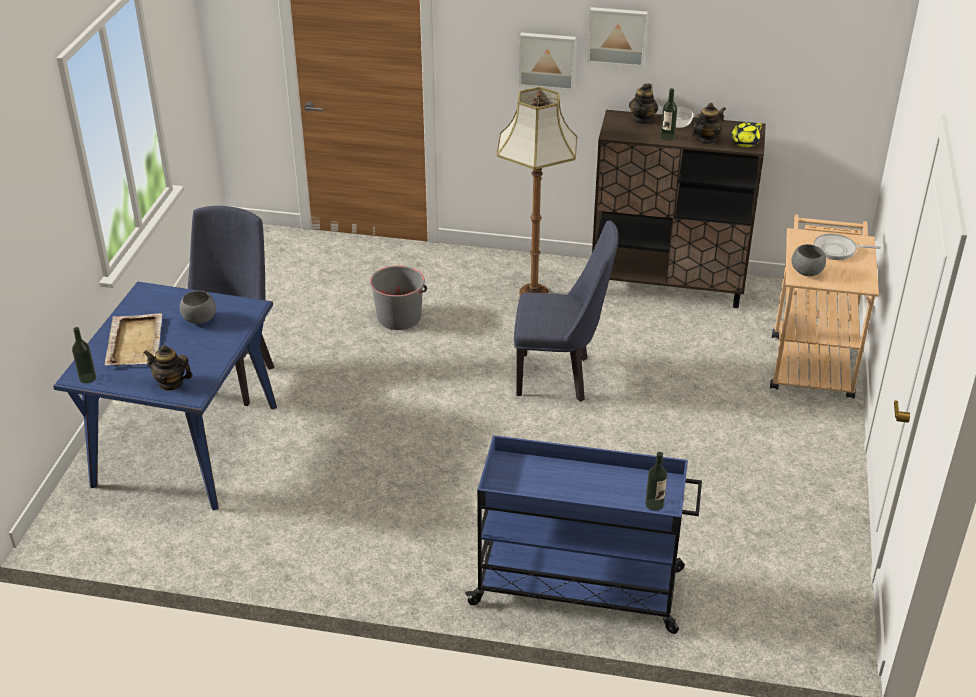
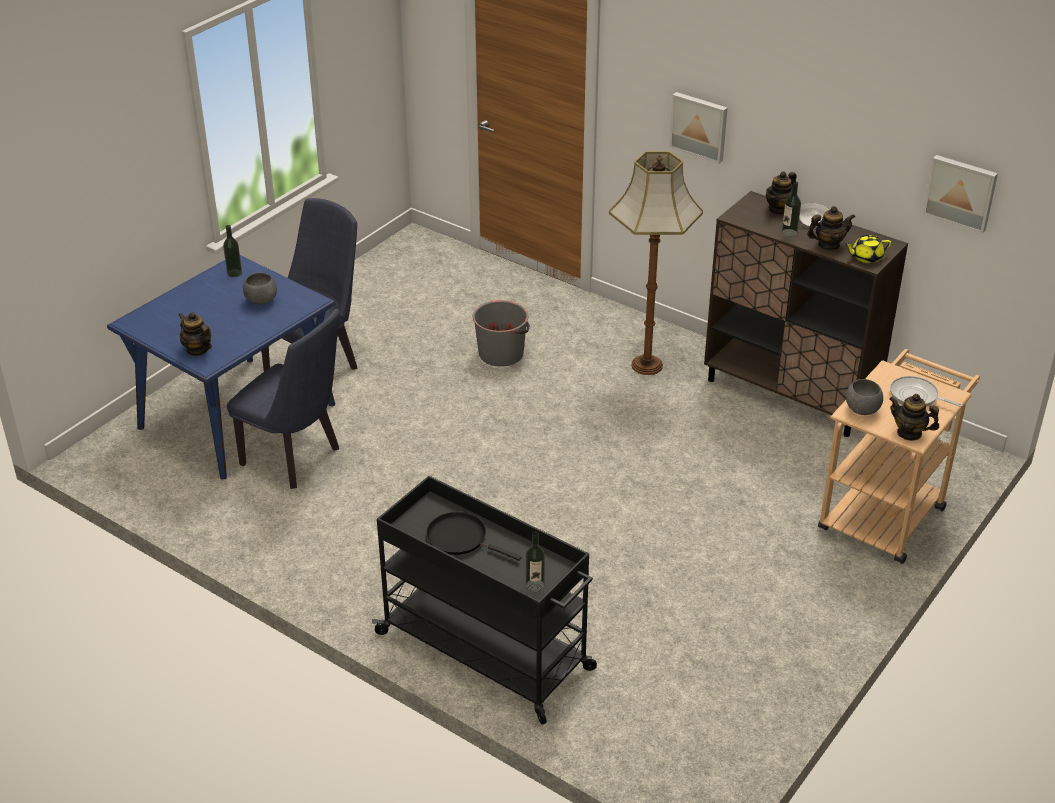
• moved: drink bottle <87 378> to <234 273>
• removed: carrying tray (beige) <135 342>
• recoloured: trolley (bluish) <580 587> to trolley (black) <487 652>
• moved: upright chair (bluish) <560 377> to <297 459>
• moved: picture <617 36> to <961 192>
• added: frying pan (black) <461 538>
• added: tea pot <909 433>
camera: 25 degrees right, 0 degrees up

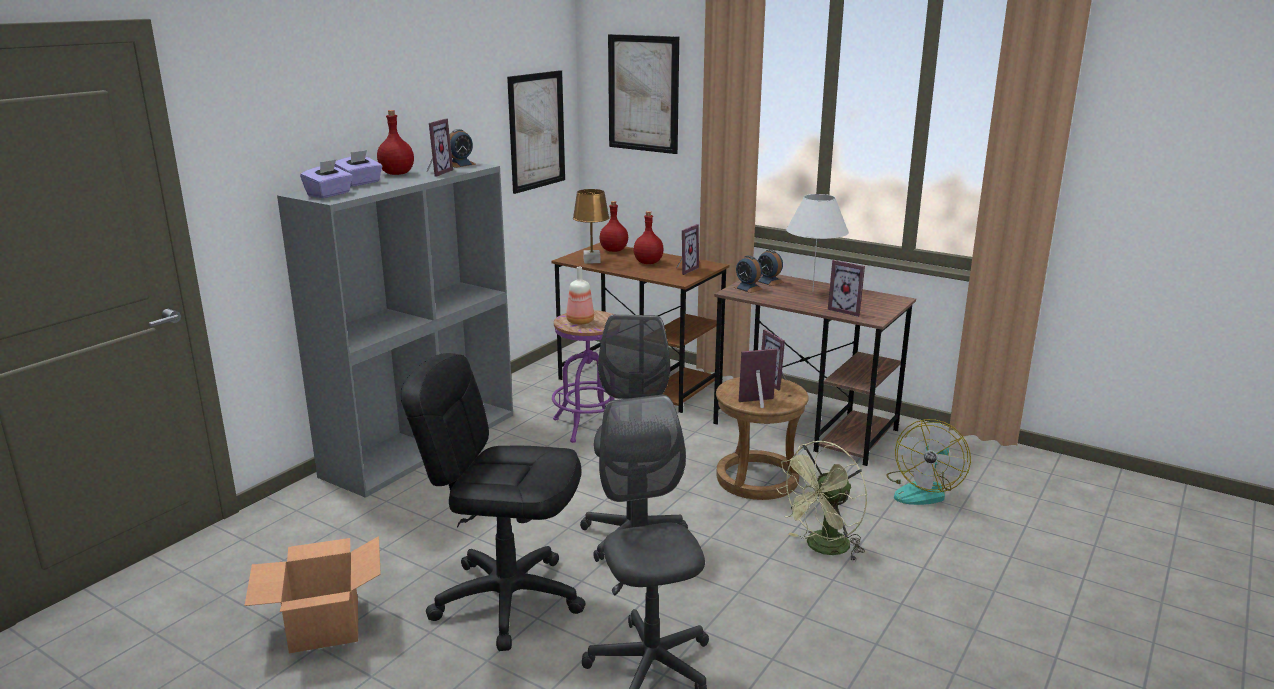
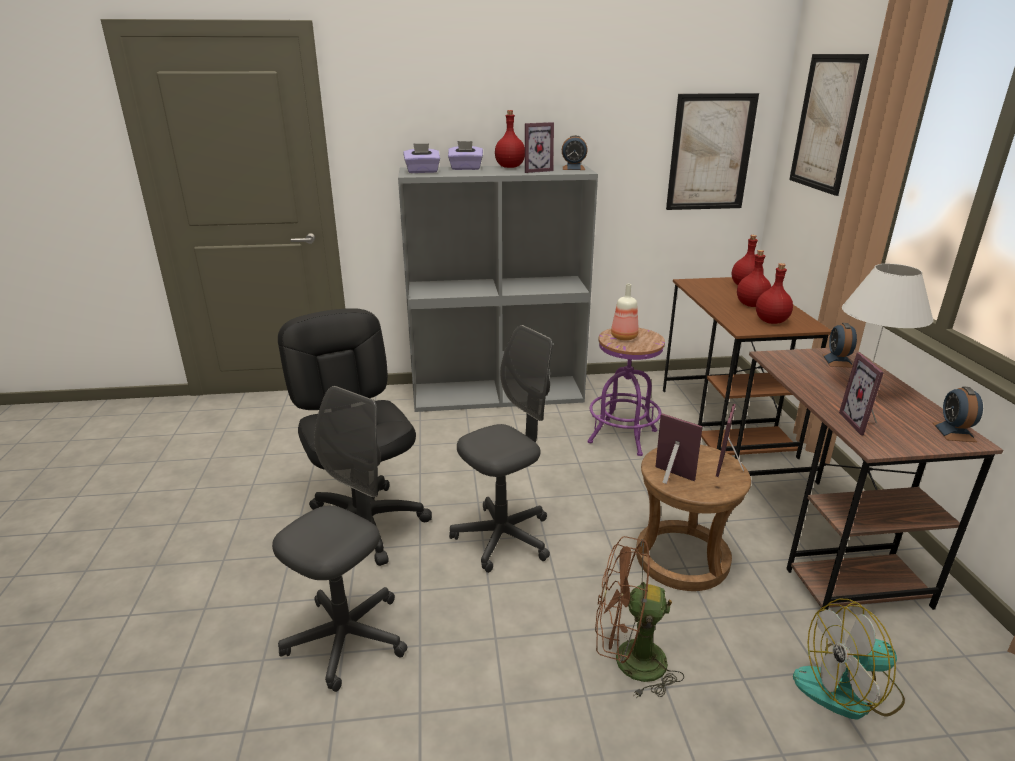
• removed: packing box <325 626>
• removed: tabletop lamp (brownish) <592 261>
• replaced: picture frame <684 270> to drink bottle (red-coloured) <771 321>
• moved: table clock <748 288> to <954 432>
• recoloured: fan (greenish) <823 548> to fan (brownish) <628 661>
camera: 50 degrees right, 5 degrees up

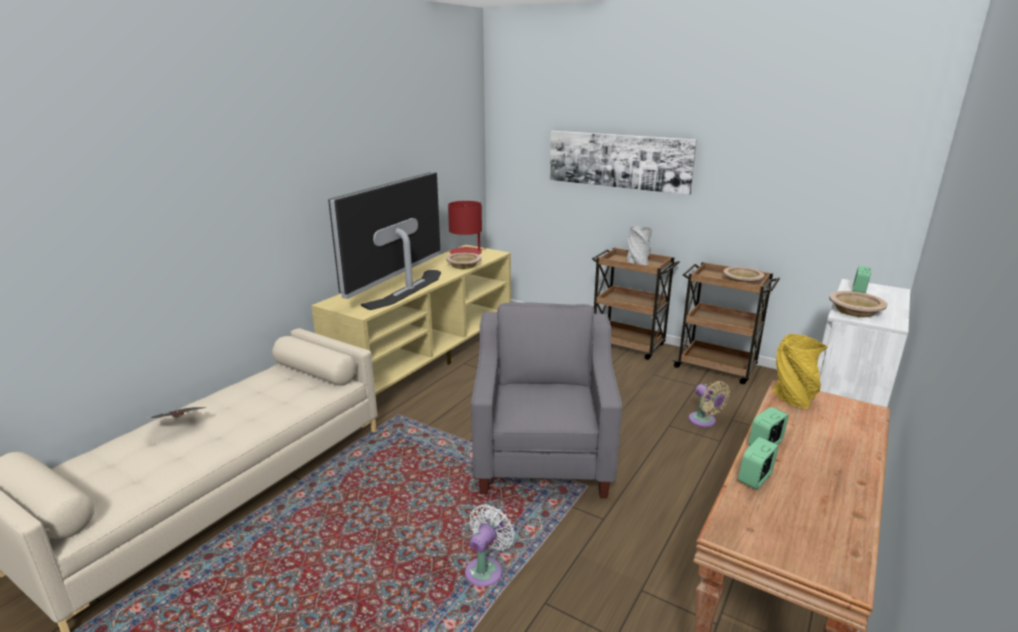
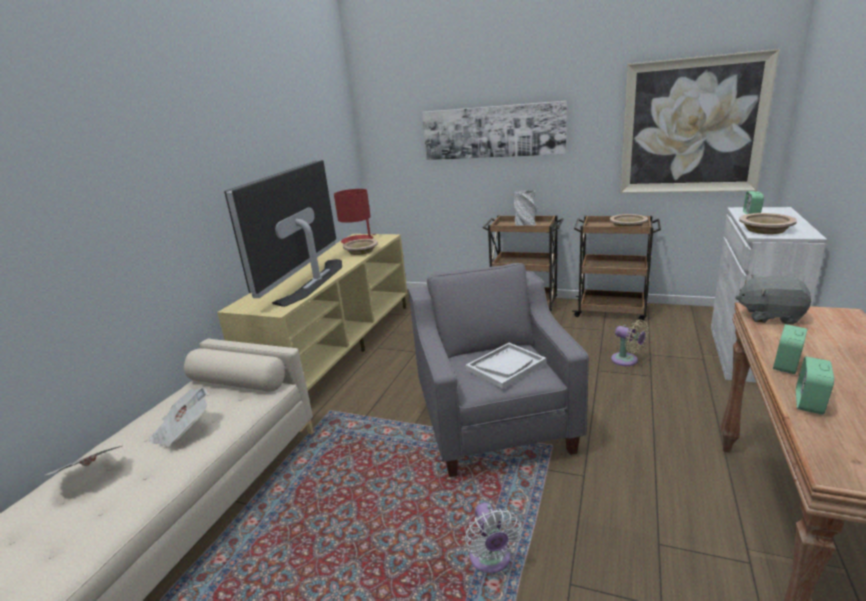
• turned: fan (white) <486 569> = <491 560> 150 degrees clockwise
• replaced: decorative vase (yellow) <793 398> to plush toy (grey) <770 316>
• added: newspaper <183 431>
• added: carrying tray (white) <506 366>
• added: picture <692 127>
camera: 10 degrees left, 0 degrees up

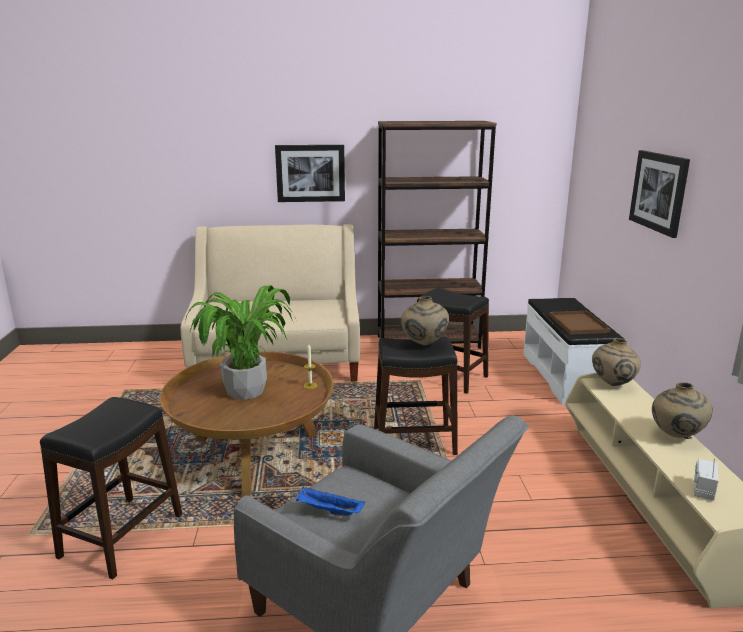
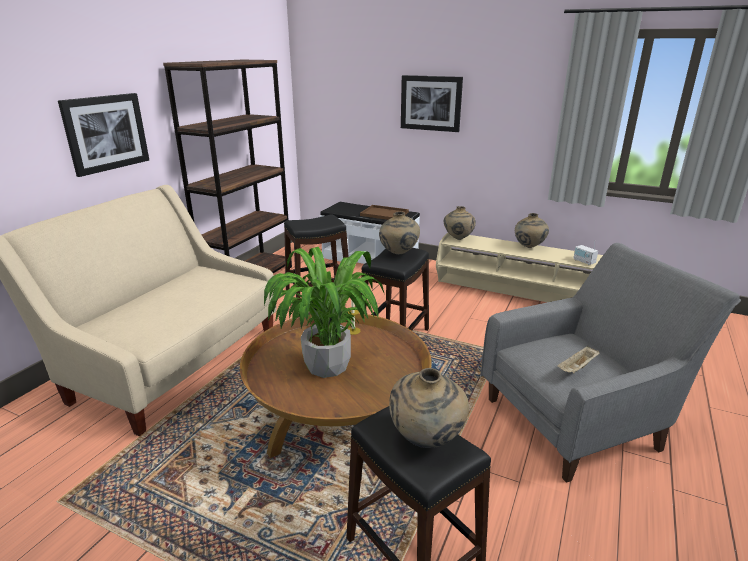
• recoloured: carrying tray (bluish) <328 511> to carrying tray (beige) <577 368>
• added: decorative vase (beige) <426 440>
camera: 60 degrees left, 5 degrees up

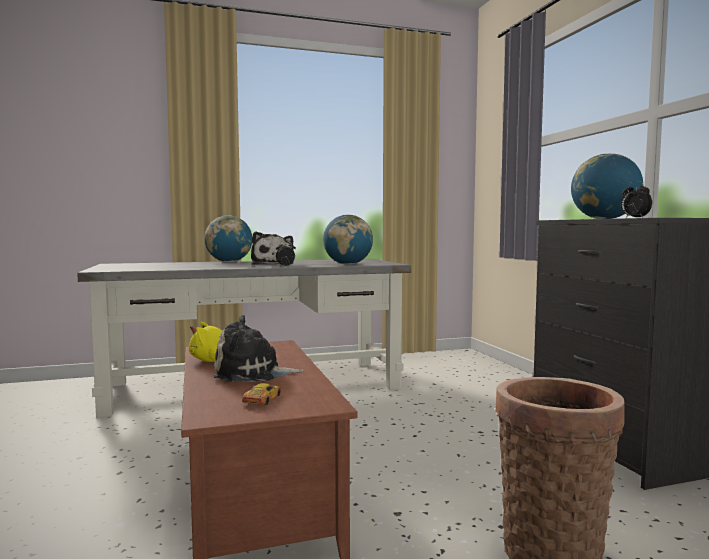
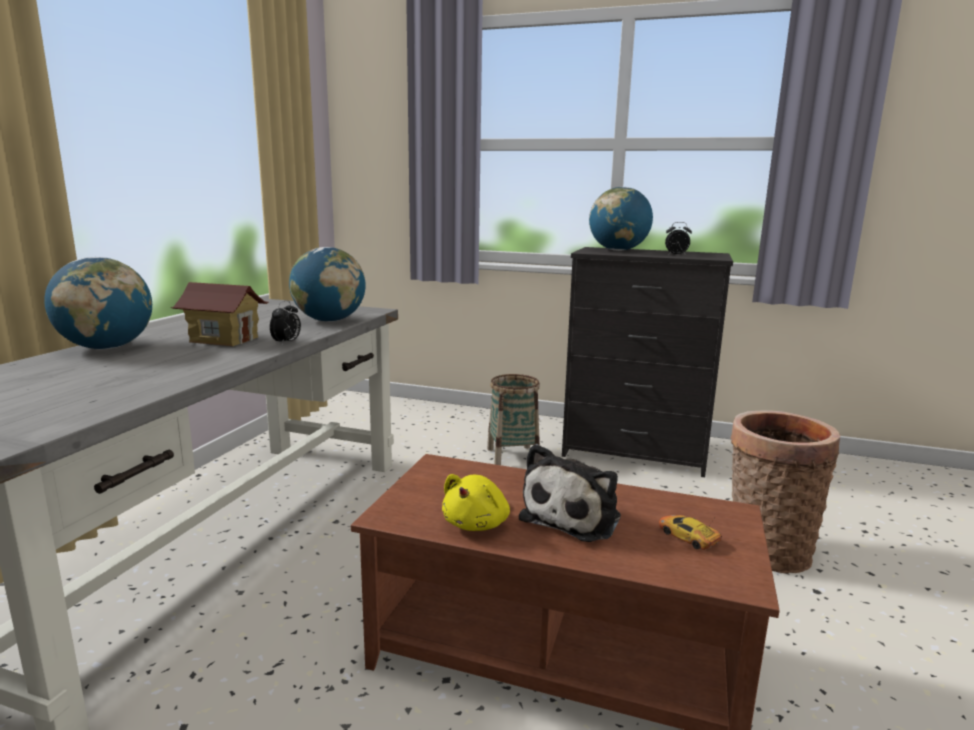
• replaced: plush toy <272 264> to toy house <224 340>
• added: storage basket <512 456>
camera: 55 degrees left, 10 degrees up

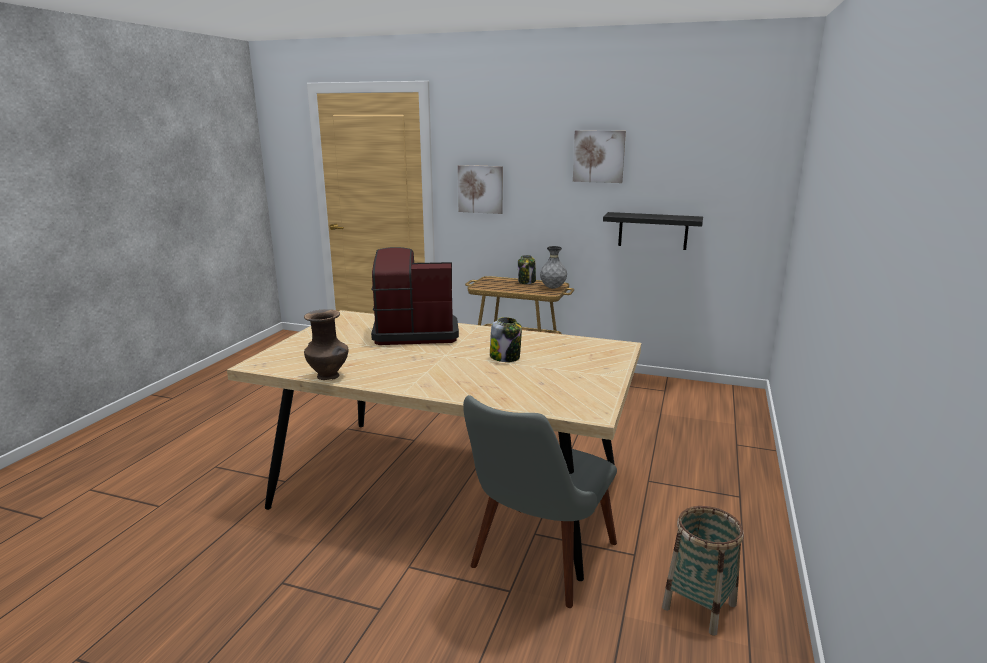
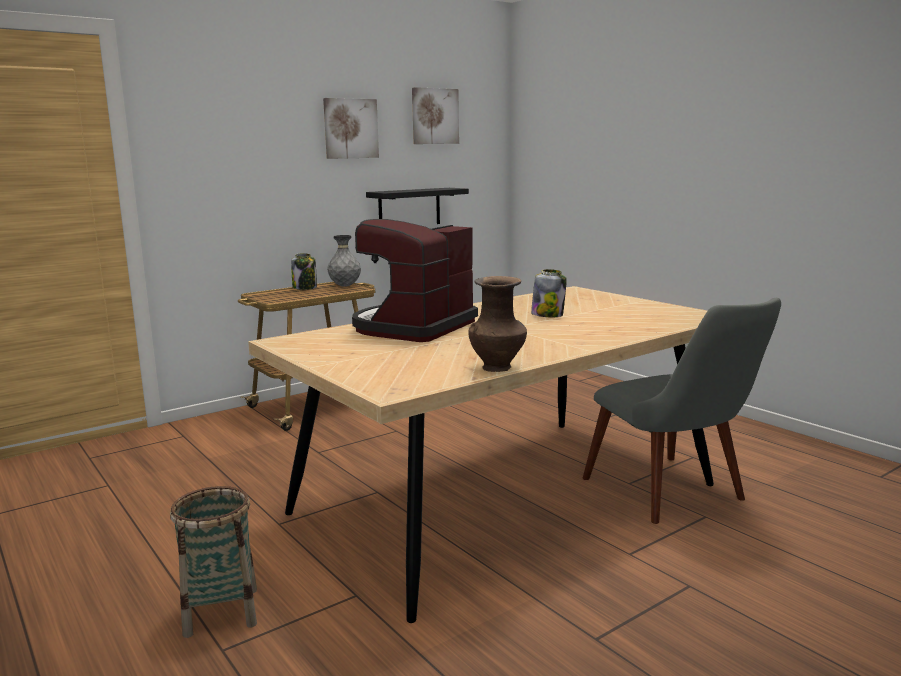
• moved: picture <480 189> to <434 116>
• moved: storage basket <699 606> to <221 612>
camera: 55 degrees left, 5 degrees down

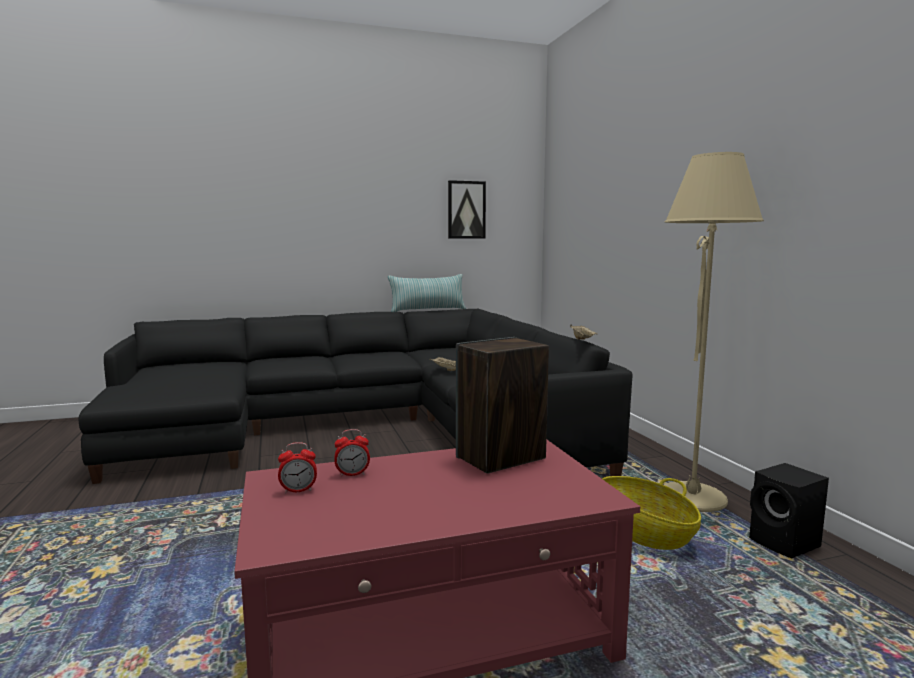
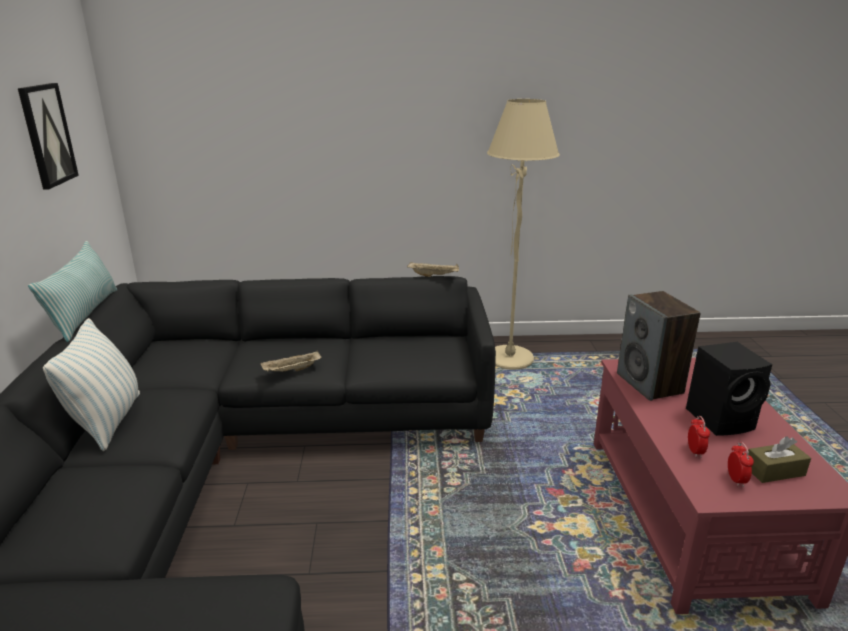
• removed: storage basket <643 532>
• moved: speaker (black) <786 544> to <722 419>
• added: cushion <108 421>
• added: tissue box (brownish) <774 471>
camera: 75 degrees left, 15 degrees up

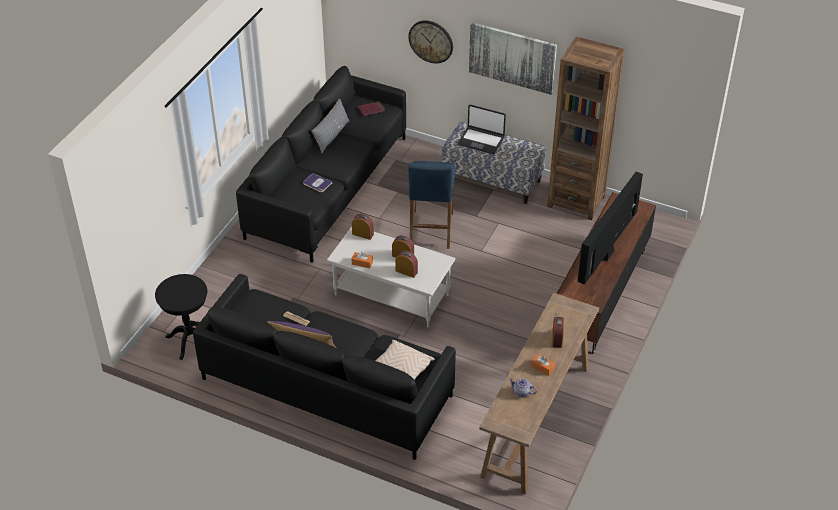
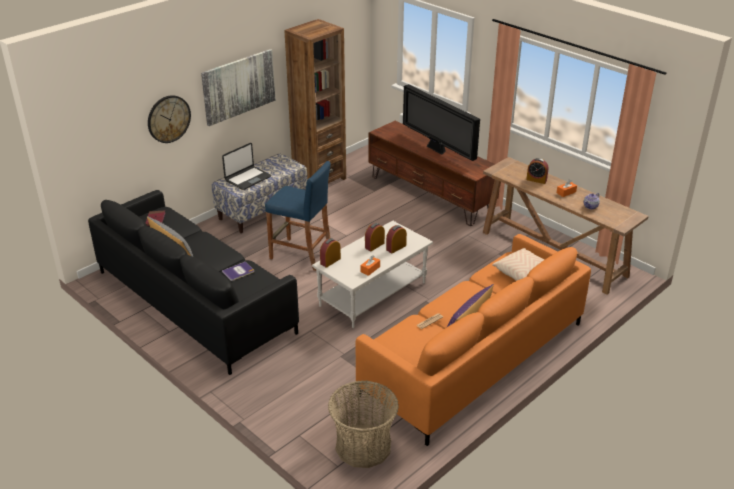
• replaced: side table (black) <189 341> to storage basket <363 446>
• recoloured: couch (black) <327 387> to couch (orangey) <473 358>
camera: 70 degrees left, 10 degrees down

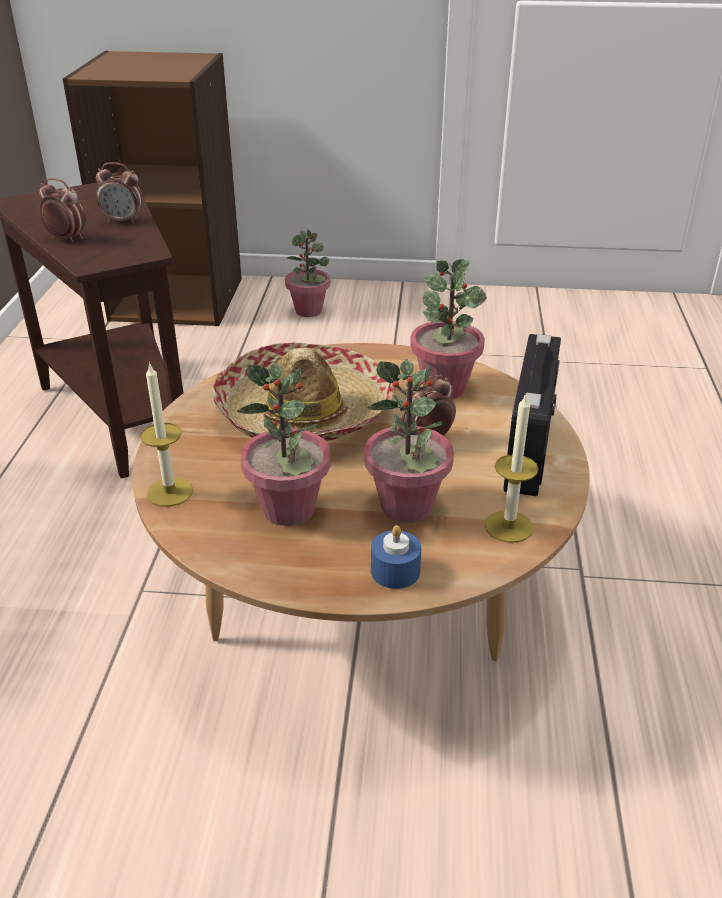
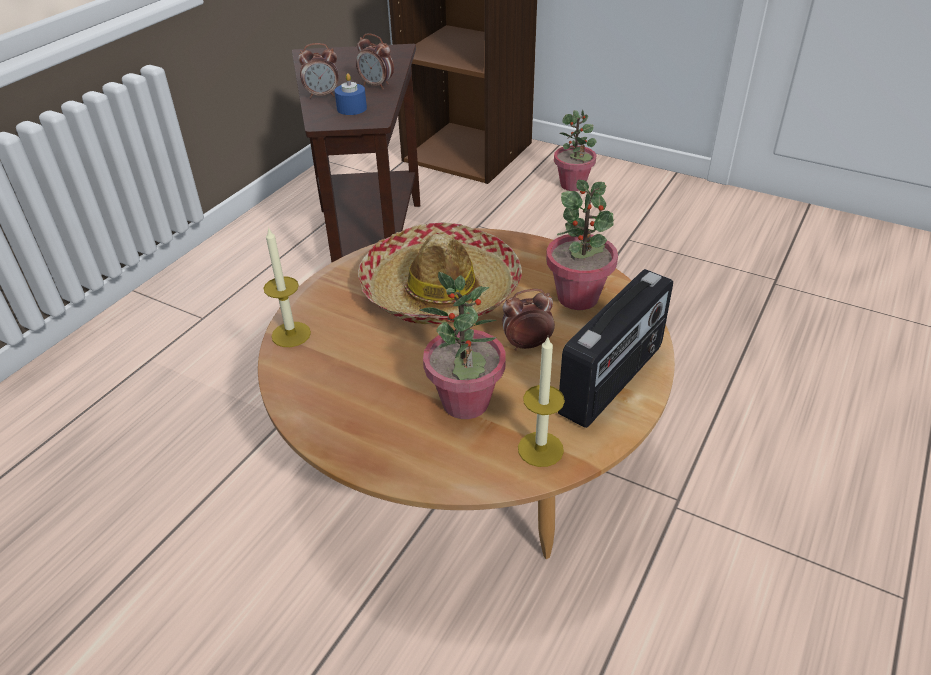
• turned: table clock <66 239> = <322 95> 120 degrees clockwise
• removed: houseplant <289 509>
• moved: candle (bluish) <395 571> to <351 108>
camera: 25 degrees right, 5 degrees up

